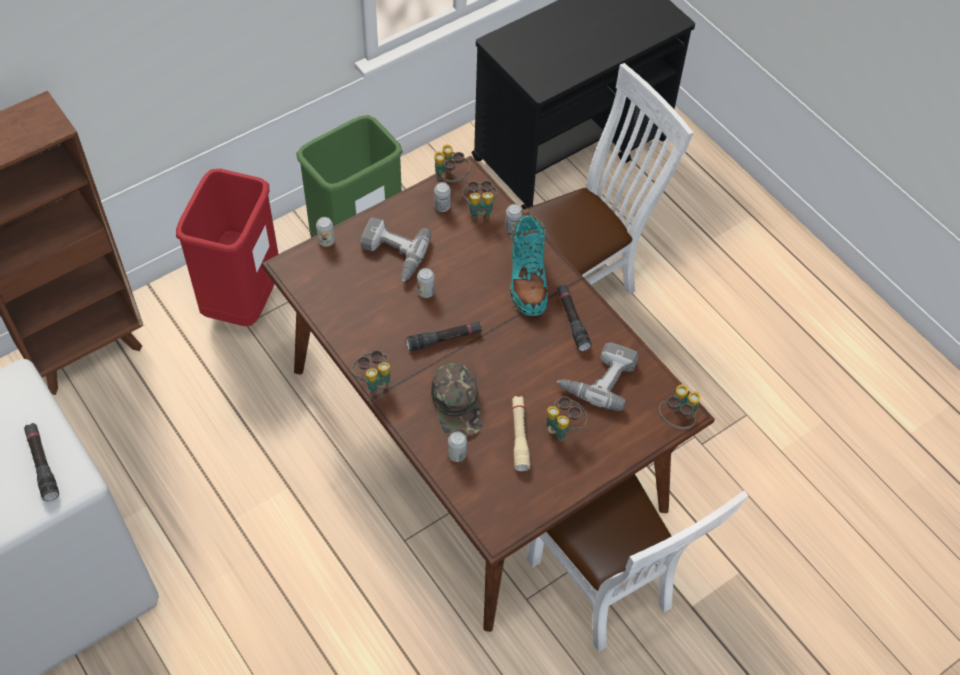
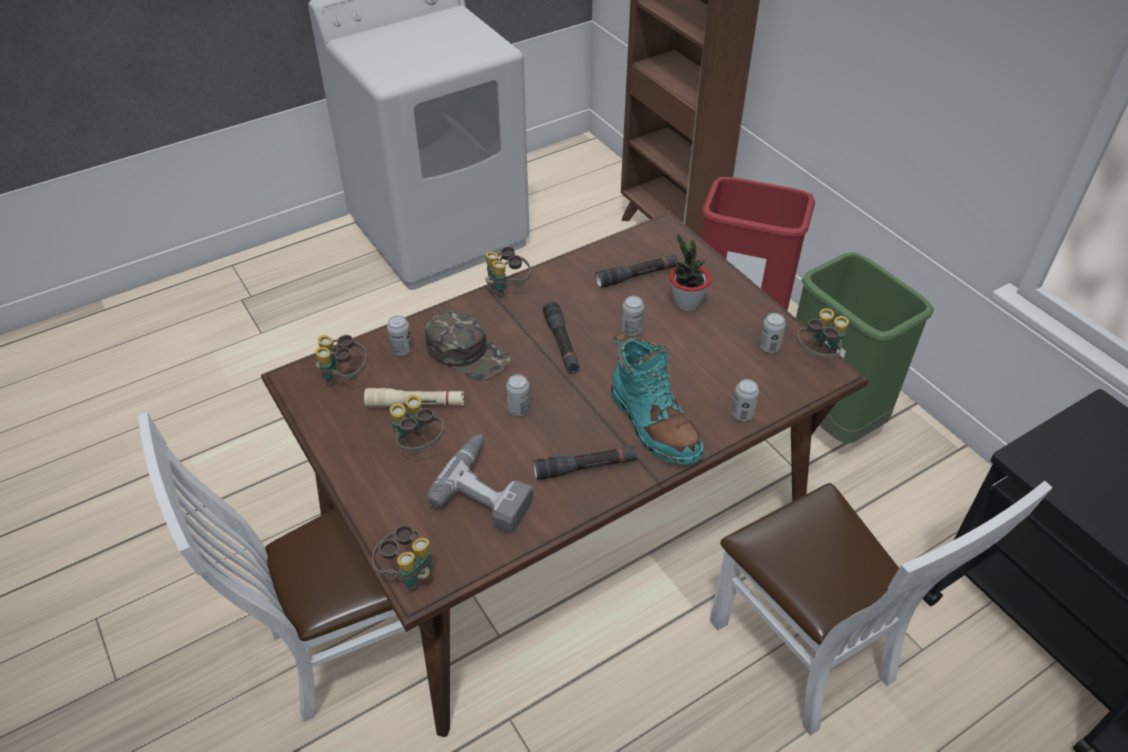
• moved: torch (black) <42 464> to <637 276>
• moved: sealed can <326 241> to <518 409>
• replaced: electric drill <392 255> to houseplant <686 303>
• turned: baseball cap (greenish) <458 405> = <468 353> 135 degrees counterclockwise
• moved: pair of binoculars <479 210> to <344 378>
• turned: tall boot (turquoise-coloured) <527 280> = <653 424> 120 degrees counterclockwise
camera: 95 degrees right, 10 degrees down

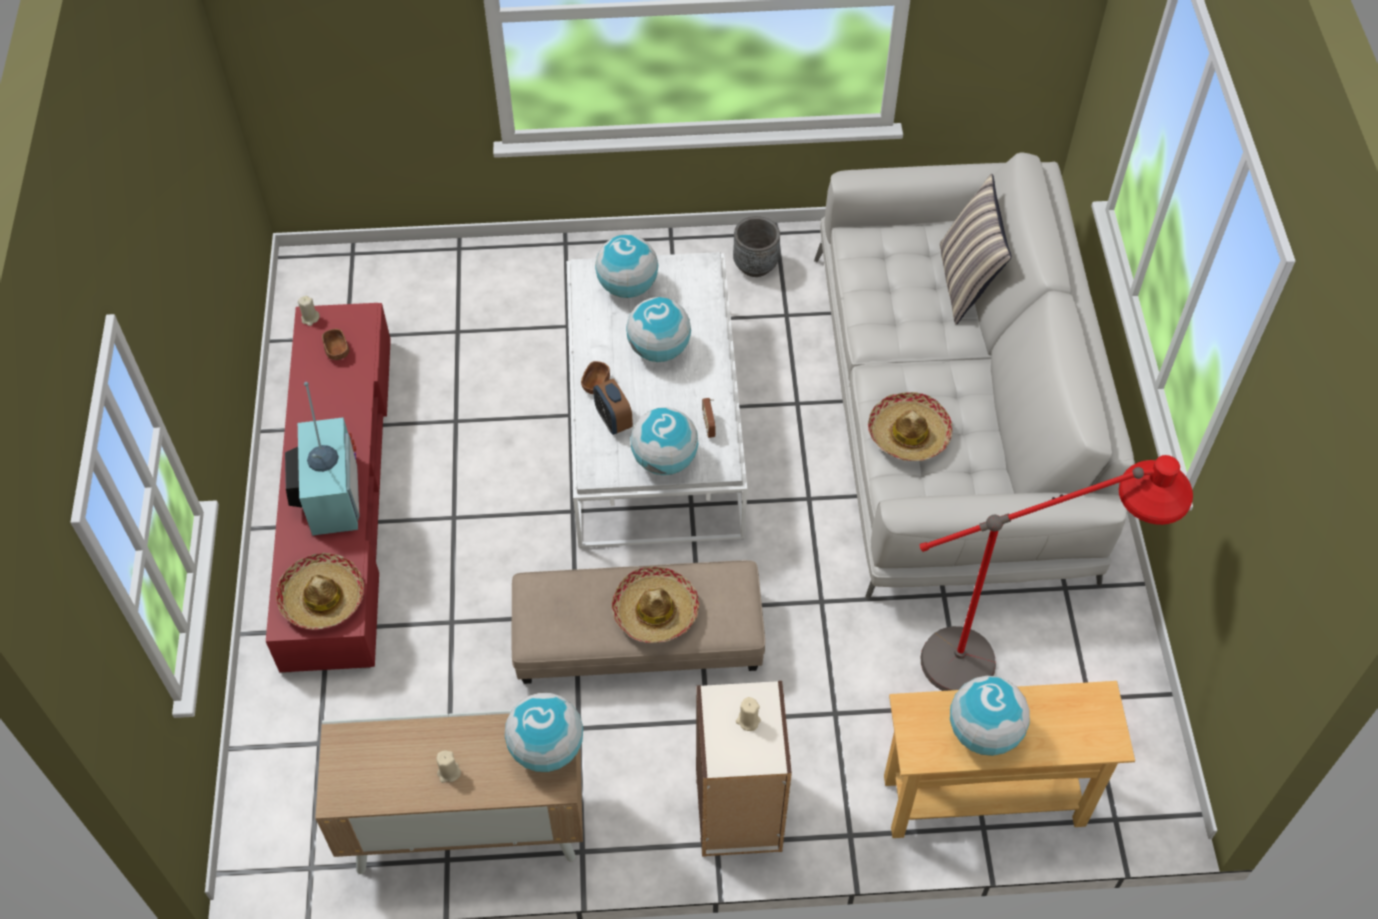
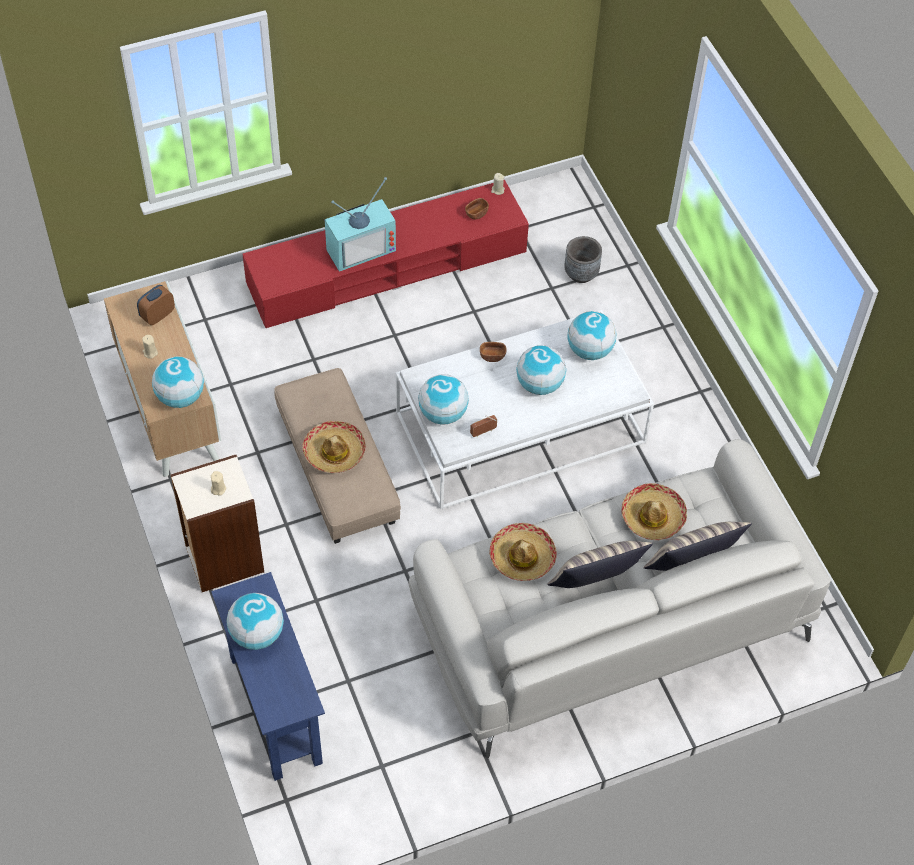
• moved: clothing hat <322 597> to <652 517>
• moved: table clock <613 420> to <157 315>
• moved: flower pot (grey) <755 265> to <581 273>
• recoloured: console table (beige) <983 801> to console table (bluish) <275 709>
• removed: standing lamp (red-coloured) <1011 657>
• added: cushion <594 585>
camera: 70 degrees right, 0 degrees up

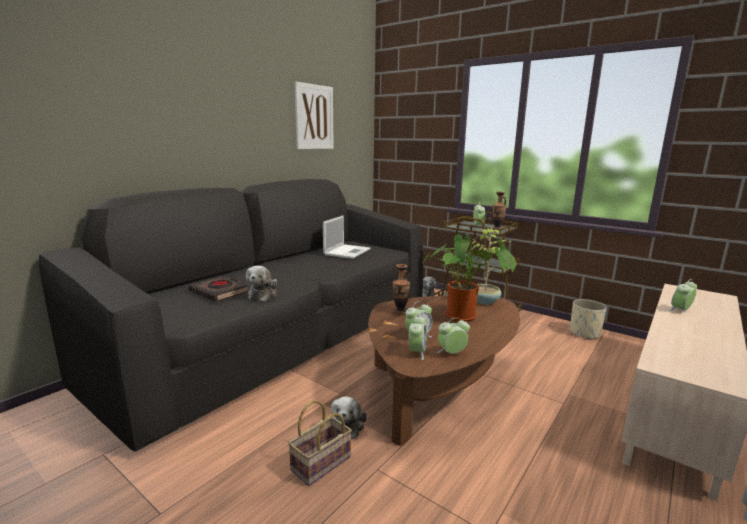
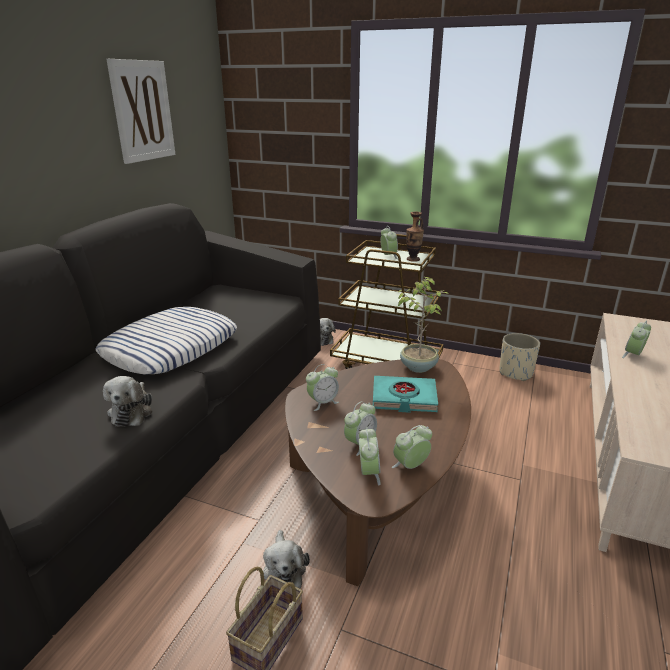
• removed: volume (black) <219 292>
• removed: portable computer <347 251>
• replaced: decorative vase <400 311> to table clock <322 402>
• replaced: houseplant <464 317> to volume (turquoise-coloured) <404 398>
• added: cushion <171 348>
camera: 15 degrees left, 10 degrees up

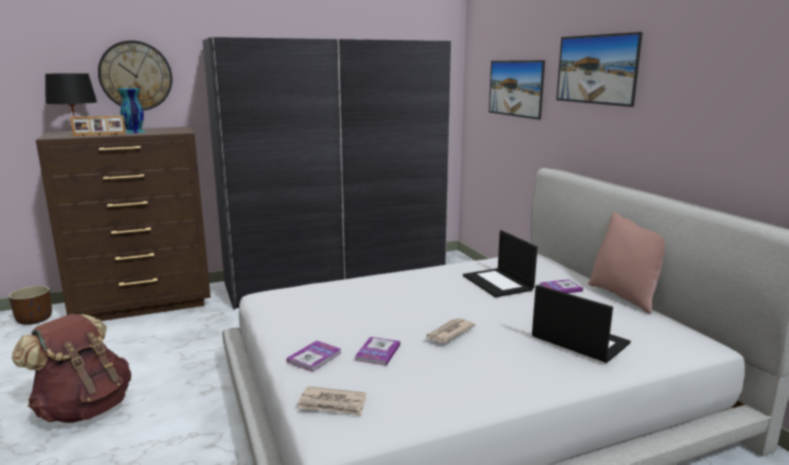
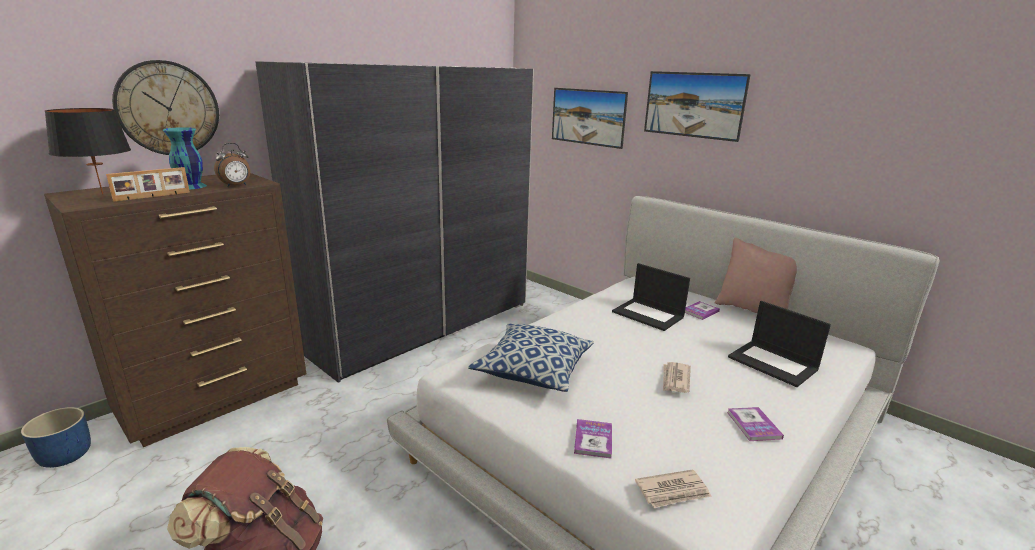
• recoloured: flower pot (brownish) <35 320> to flower pot (bluish) <66 456>
• moved: volume <378 352> to <753 425>
• turned: portable computer <578 340> = <774 363> 150 degrees counterclockwise
• added: table clock <236 186>
• added: cushion <533 370>
camera: 25 degrees left, 5 degrees up

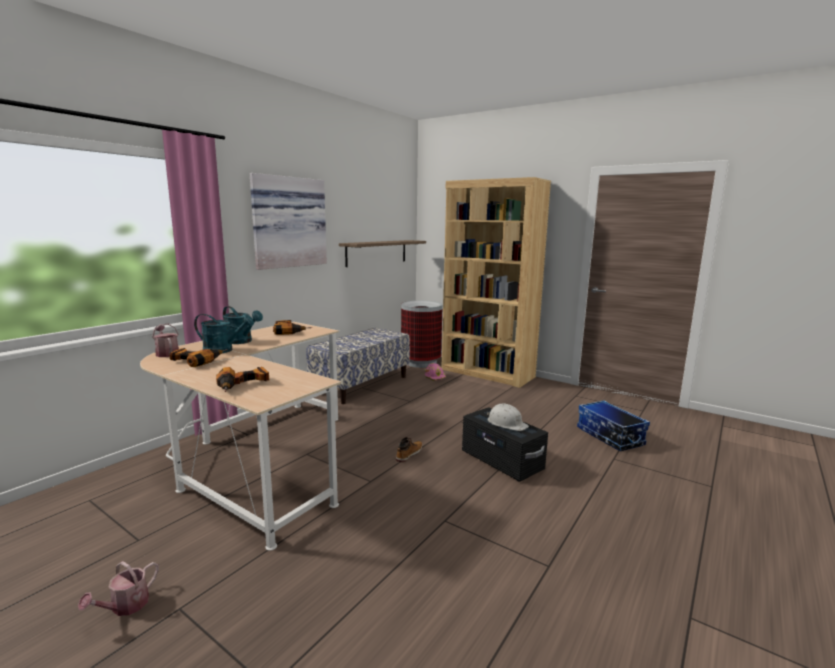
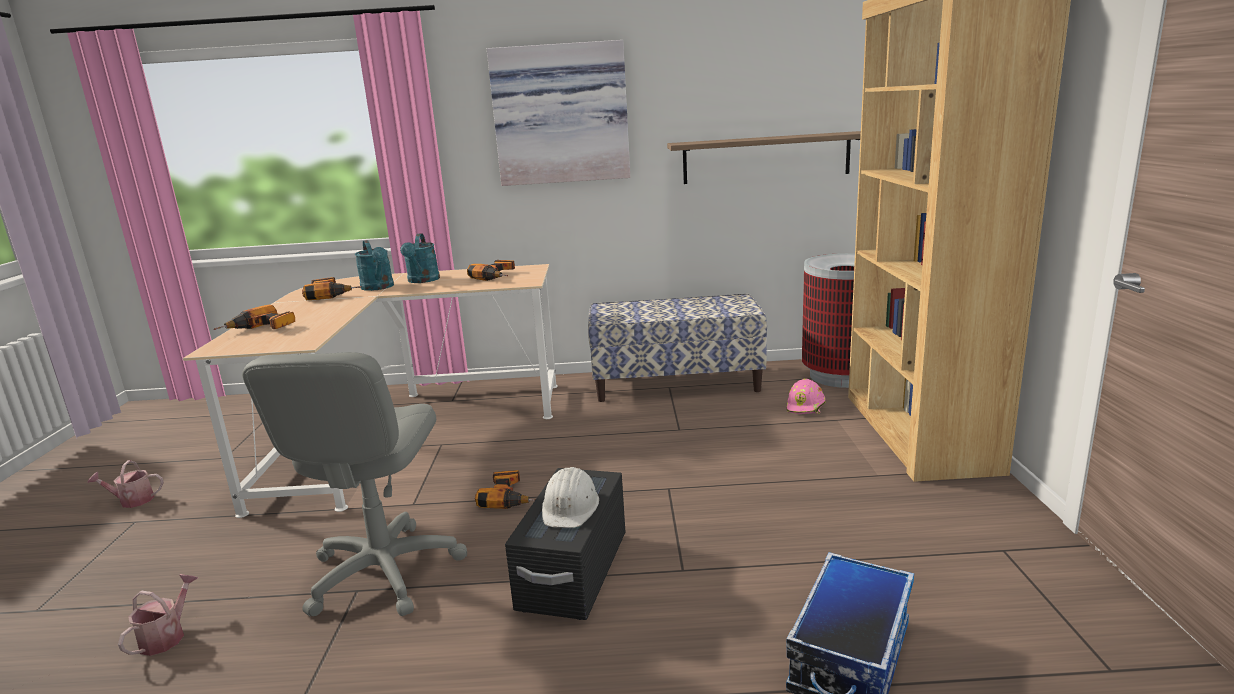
• moved: watering pot <166 353> to <167 636>
• replaced: tall boot <409 454> to electric drill <509 497>
• added: desk chair (grey) <383 572>
camera: 55 degrees right, 5 degrees up

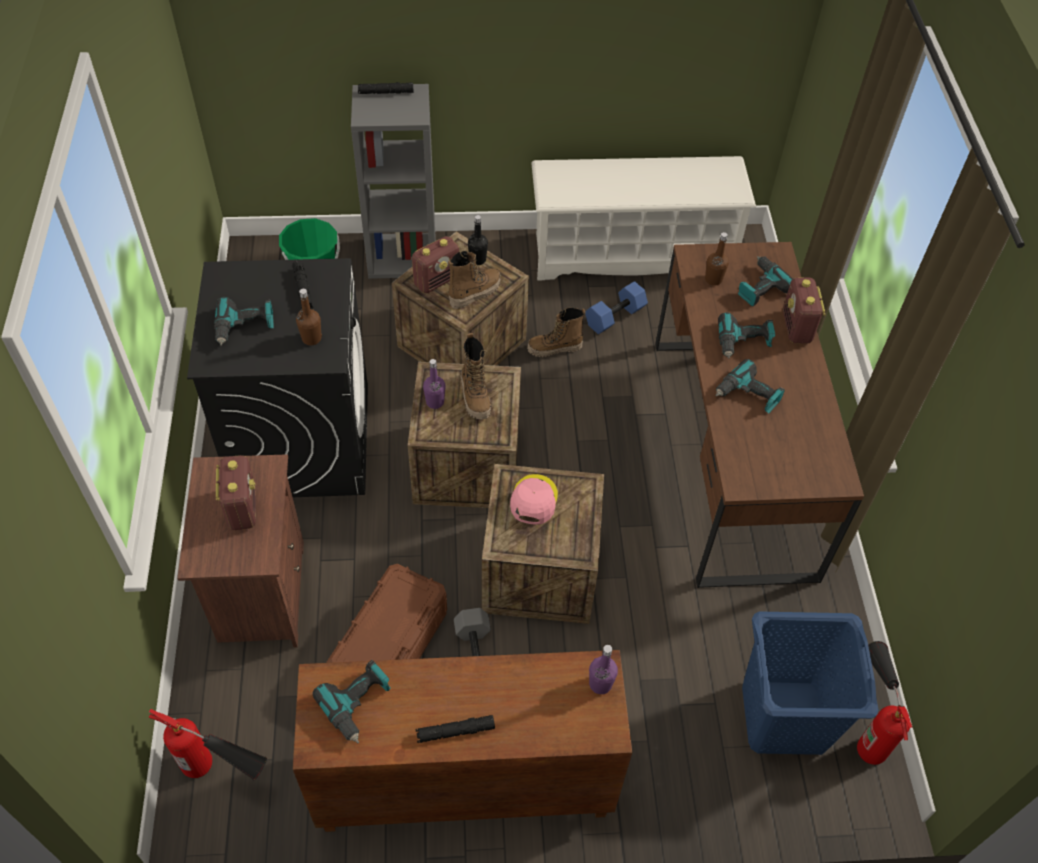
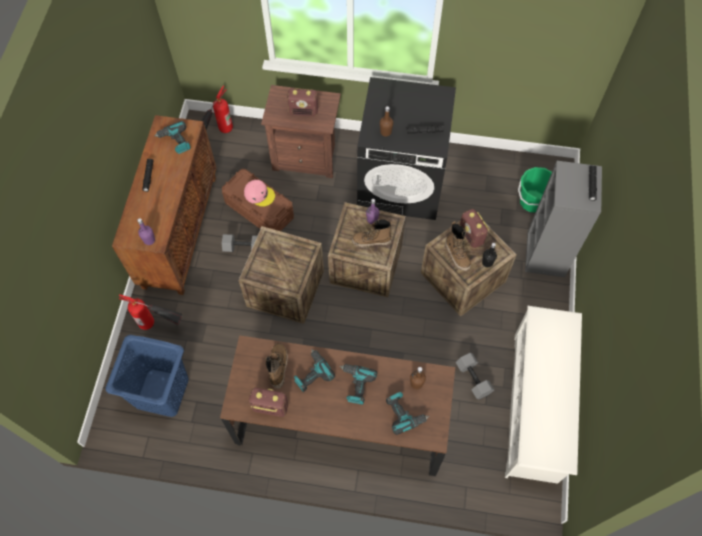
• removed: electric drill <245 327>
• moved: baseball cap (pinkish) <533 500> to <259 194>
• moved: tall boot <554 349> to <278 367>
• recoloured: free weight (bluish) <615 315> to free weight (grey) <474 379>
• moved: radio <796 327> to <270 407>
• moved: fire-fighting cylinder <867 722> to <161 326>
camera: 105 degrees right, 10 degrees up

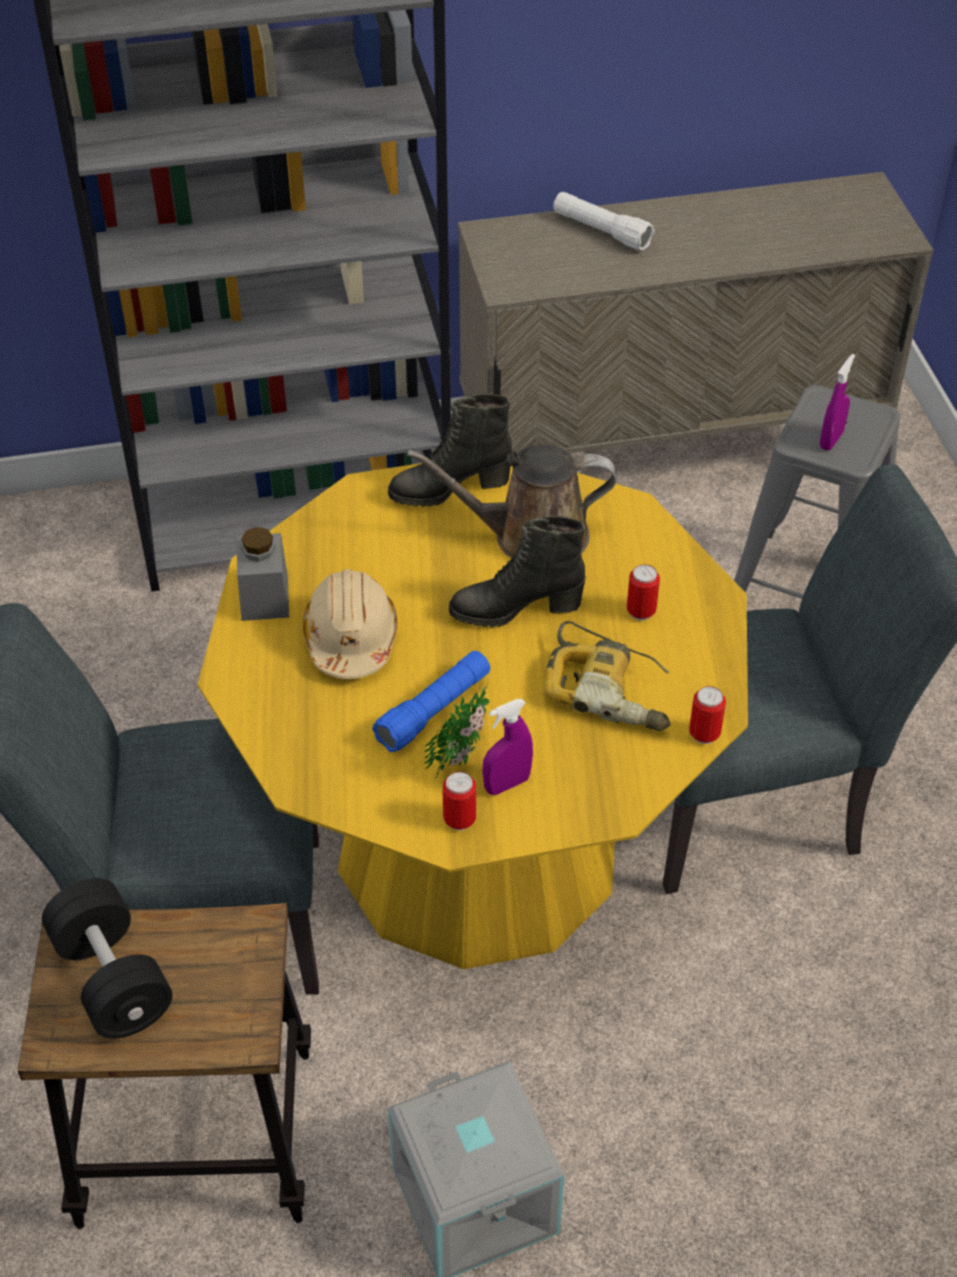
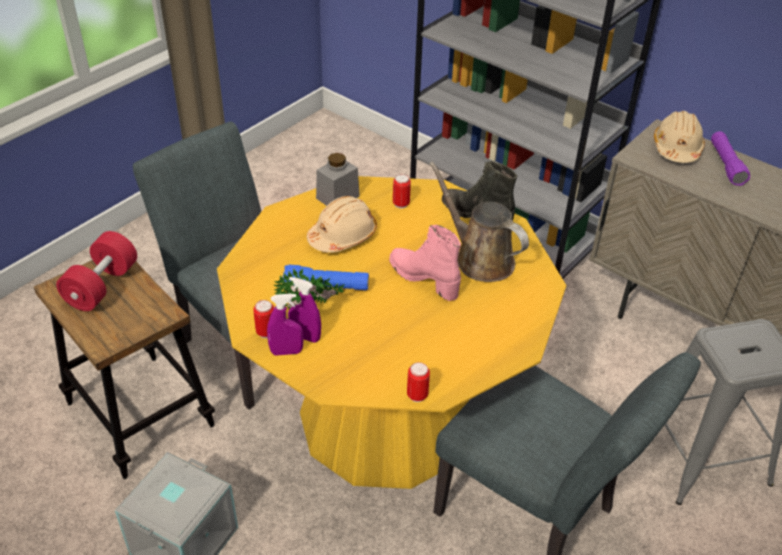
• recoloured: free weight (black) <112 978> to free weight (red-coloured) <102 286>
• recoloured: tall boot (black) <515 609> to tall boot (pinkish) <424 279>
• removed: electric drill <611 689>
• recoloured: torch (white) <601 231> to torch (purple-coloured) <726 165>
• moved: sealed can <641 612> to <401 204>
• moved: hand sprayer (purple-coloured) <831 440> to <286 352>
• added: work helmet (beige) <676 148>
camera: 50 degrees right, 5 degrees down

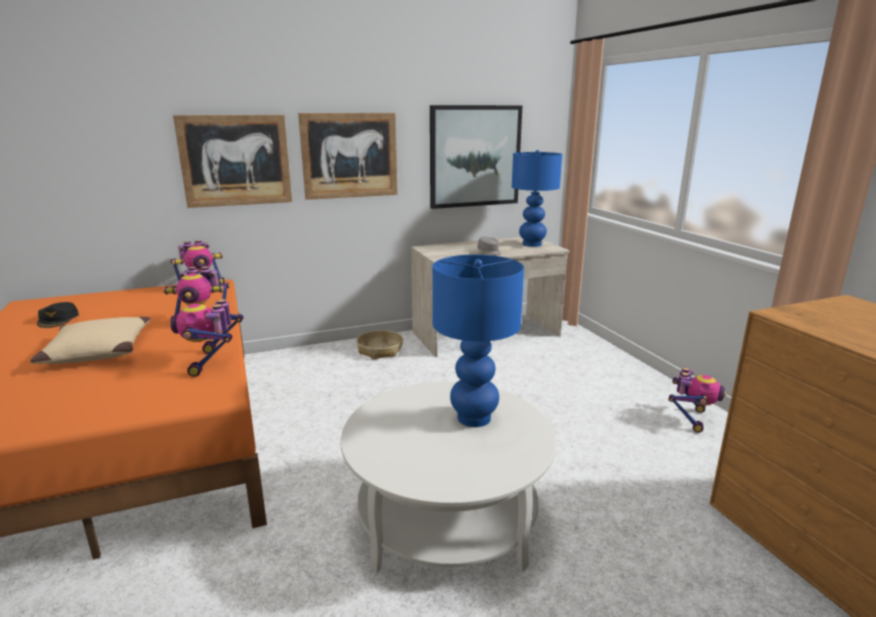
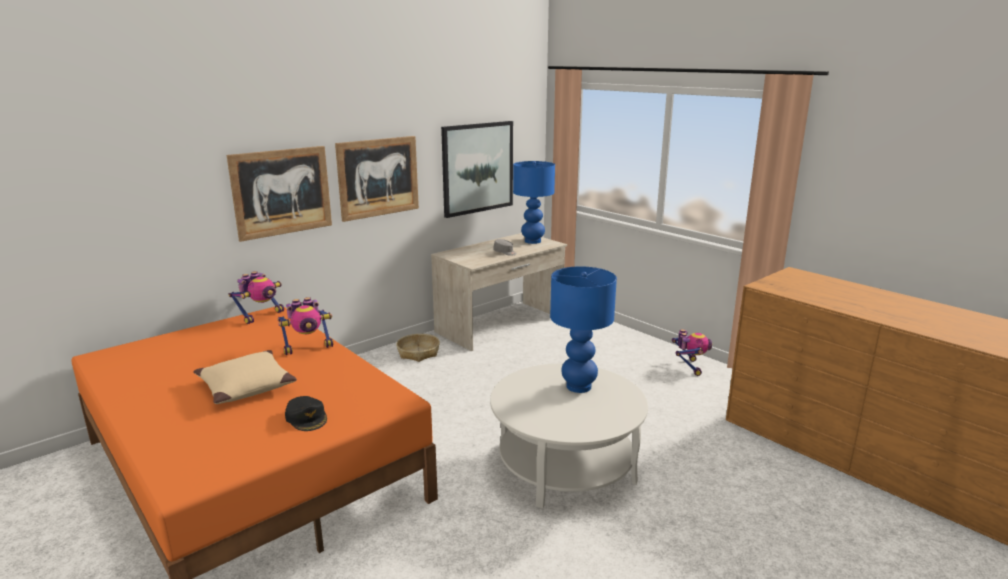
• moved: baseball cap (black) <58 319> to <307 418>
• removed: model robot <212 362>
camera: 20 degrees left, 0 degrees up

